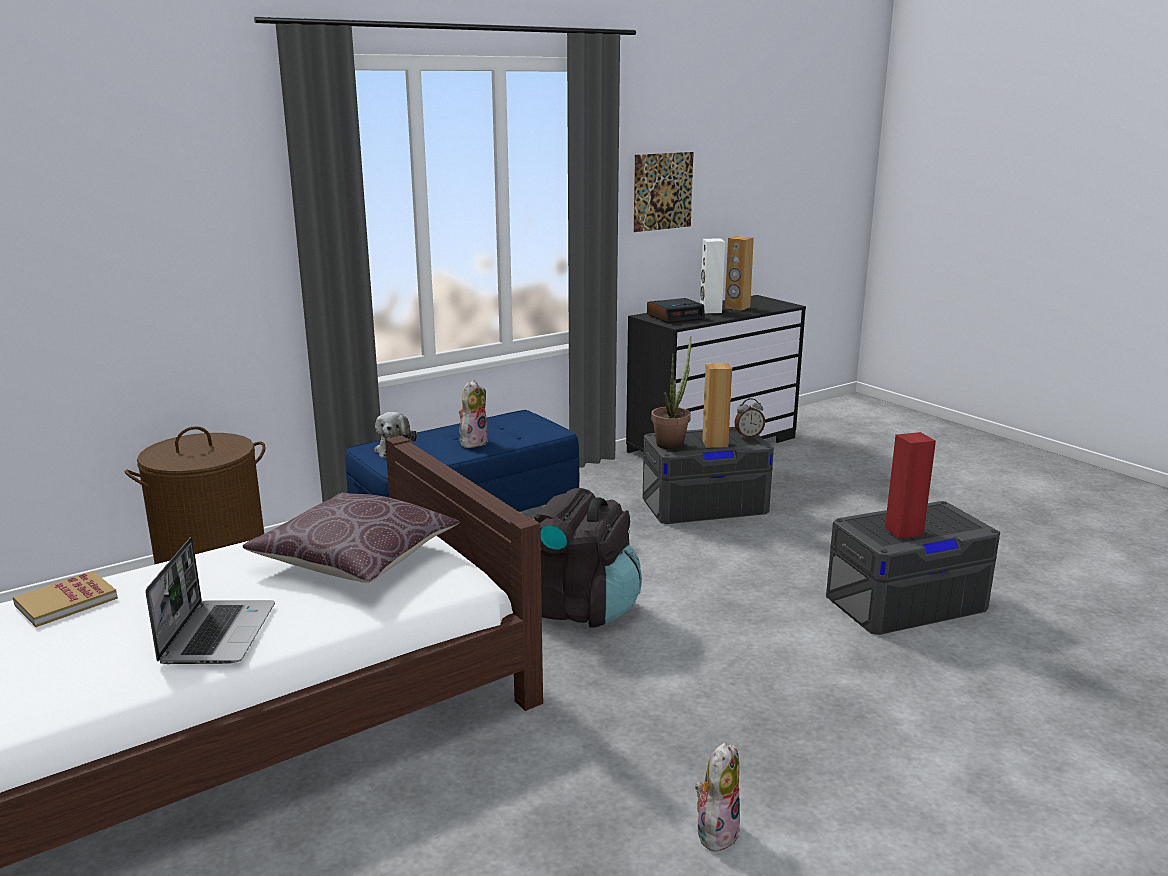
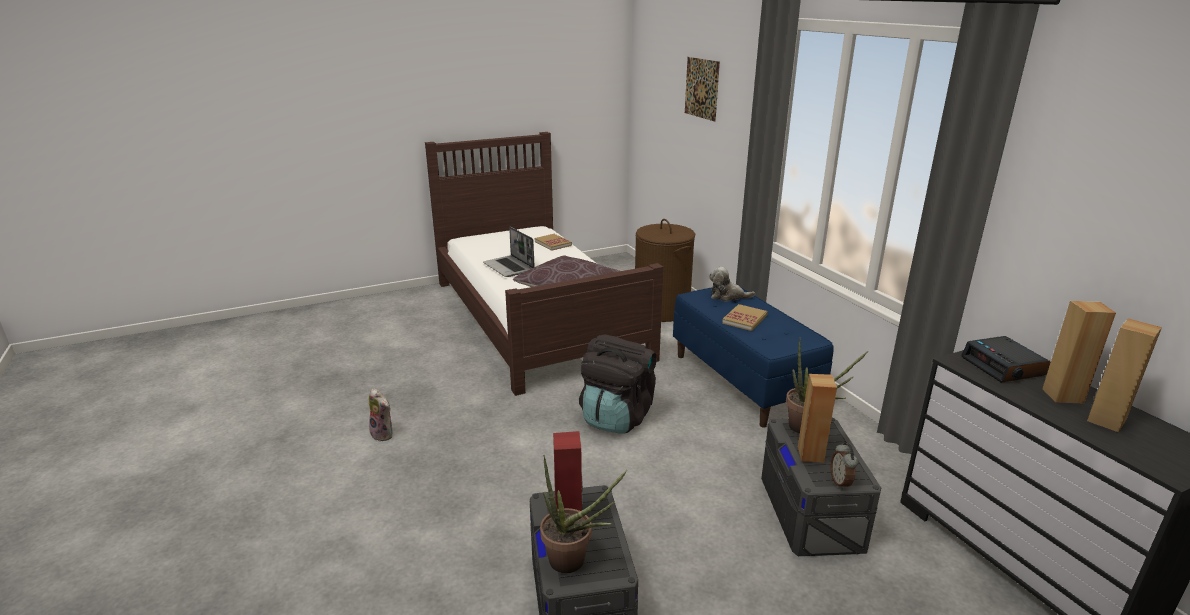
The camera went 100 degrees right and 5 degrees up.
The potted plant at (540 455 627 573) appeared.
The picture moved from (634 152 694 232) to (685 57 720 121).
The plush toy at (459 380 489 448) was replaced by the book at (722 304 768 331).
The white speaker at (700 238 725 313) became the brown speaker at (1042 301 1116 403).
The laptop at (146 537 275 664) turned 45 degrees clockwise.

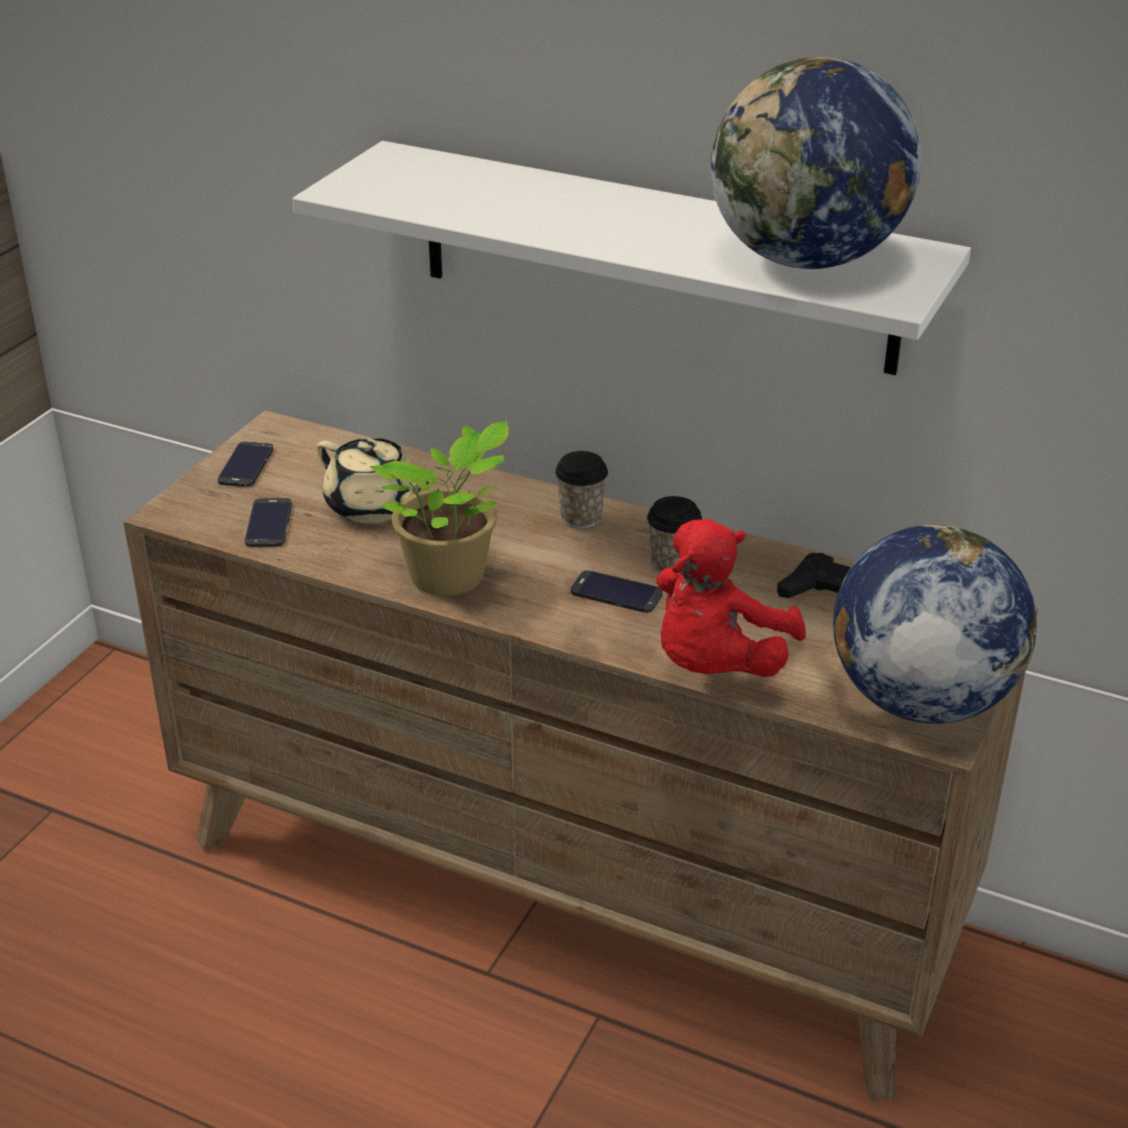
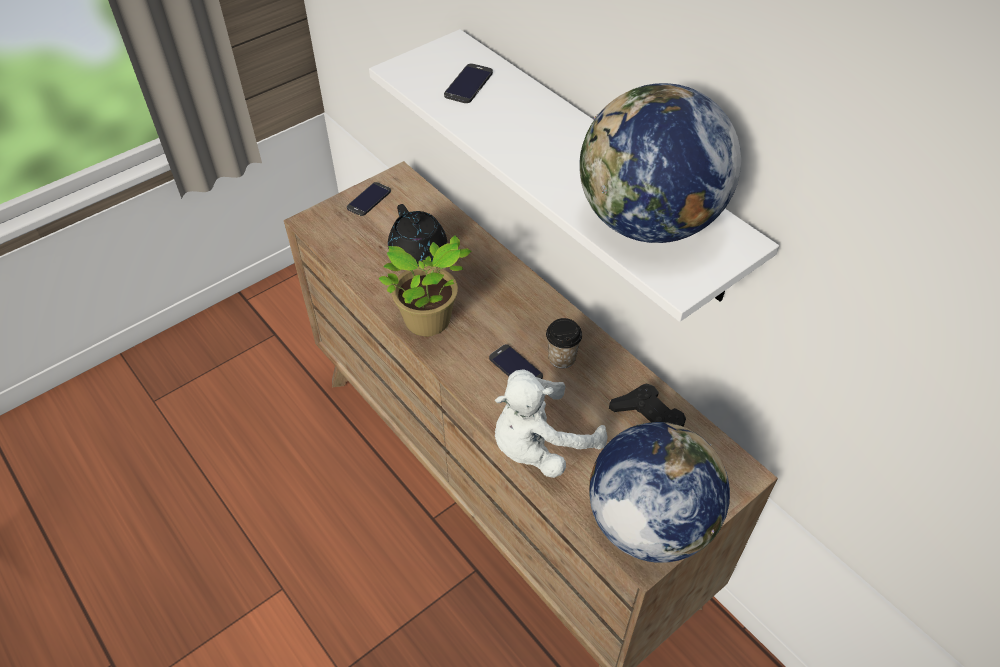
The camera went 25 degrees right and 15 degrees up.
The cup at (555 451 608 529) disappeared.
The phone moved from (245 498 292 547) to (444 63 493 103).
The beige teapot at (317 438 429 523) became the black teapot at (388 204 447 266).
The red plush toy at (656 518 806 677) became the white plush toy at (495 369 608 478).

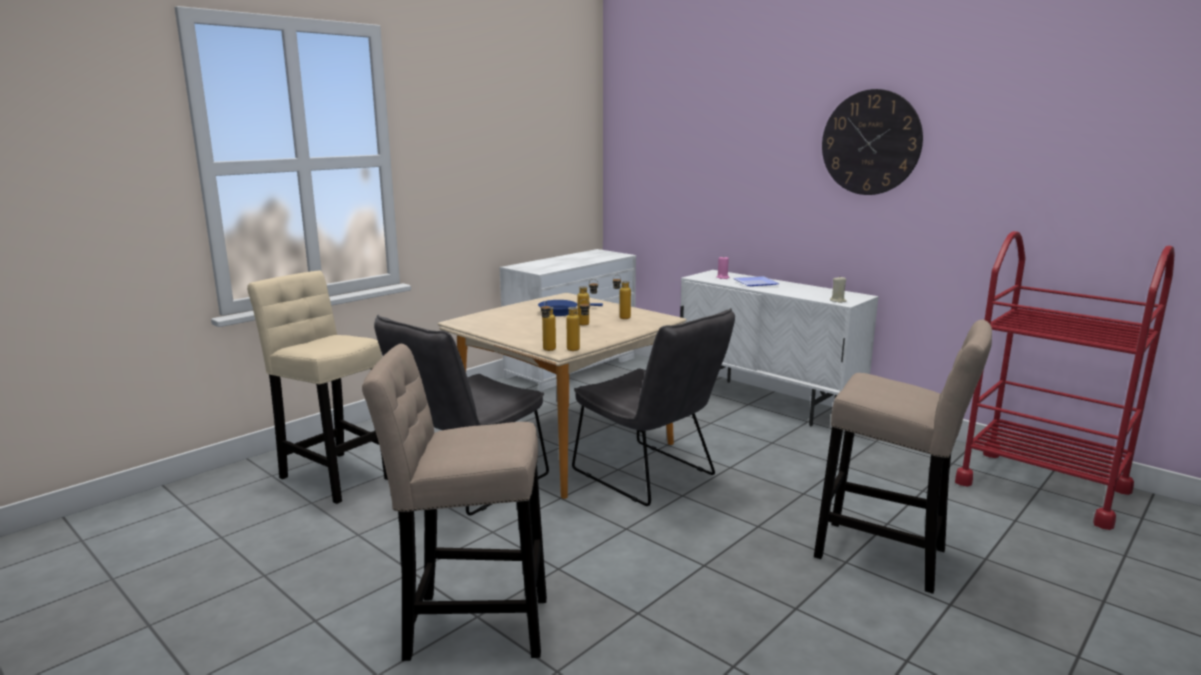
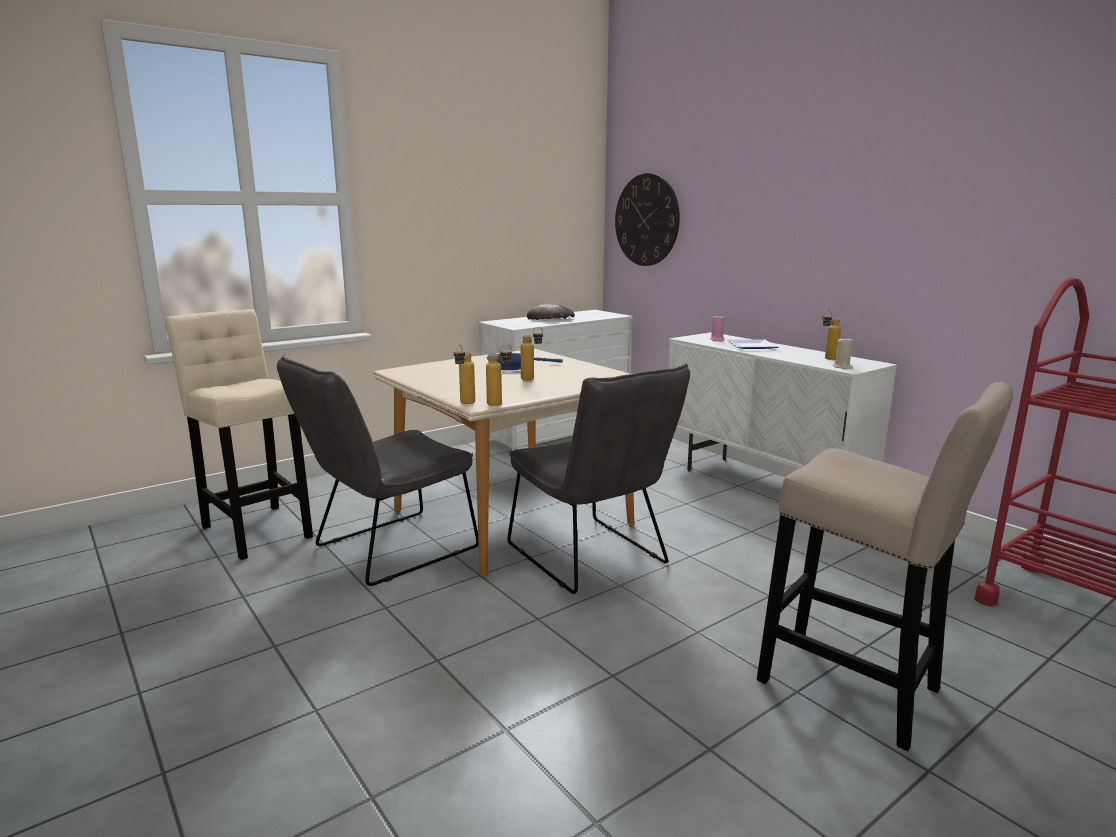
The camera went 10 degrees right and 0 degrees up.
The beige stool at (362 344 547 661) disappeared.
The bread at (527 303 575 320) appeared.
The bottle moved from (613 275 631 319) to (822 311 841 360).
The wall clock moved from (822 89 923 195) to (615 173 680 266).

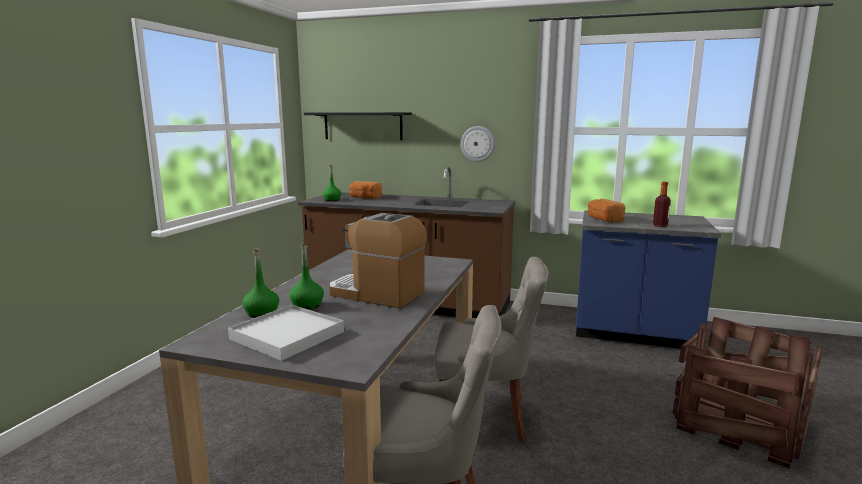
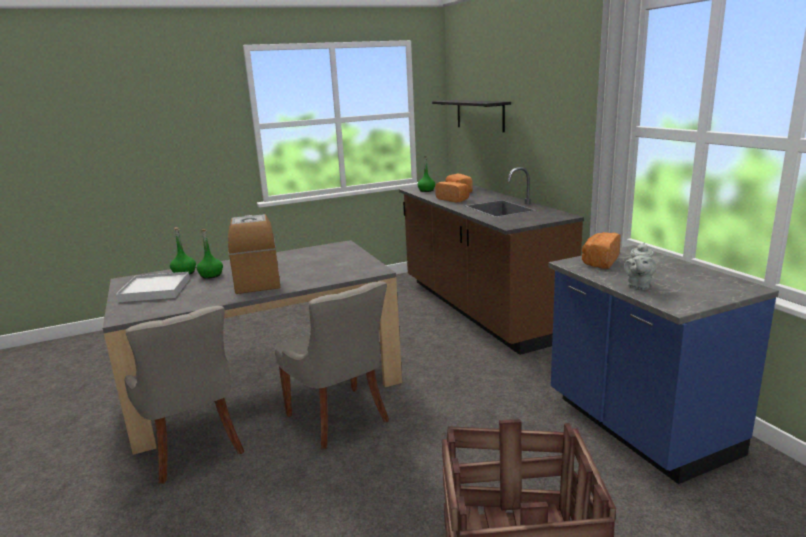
The camera went 50 degrees right and 5 degrees up.
The wall clock at (461 126 495 162) disappeared.
The bread at (435 182 469 202) appeared.
The bottle at (653 182 671 227) was replaced by the grey teapot at (624 243 657 290).

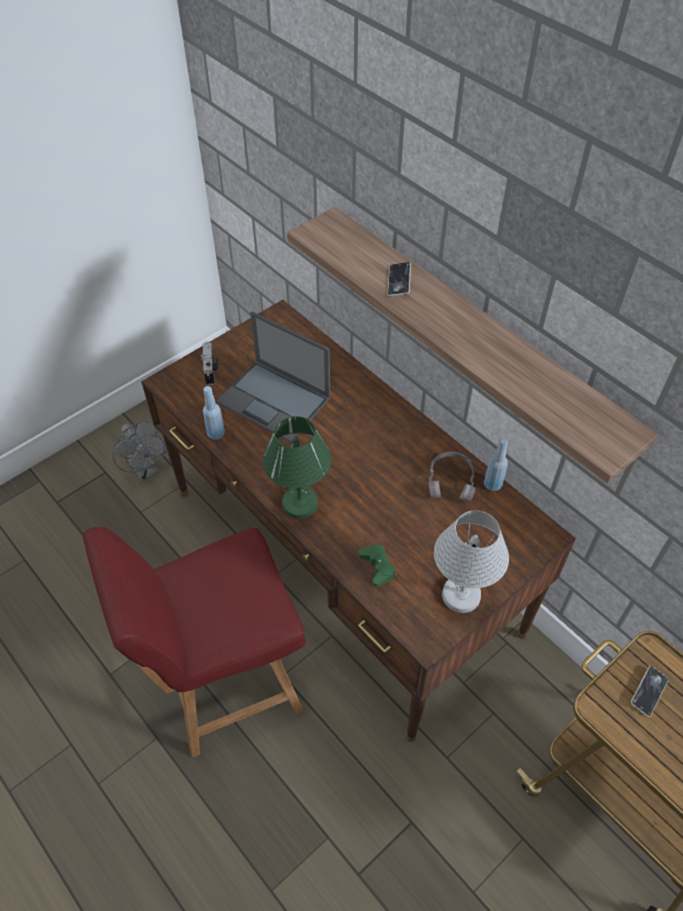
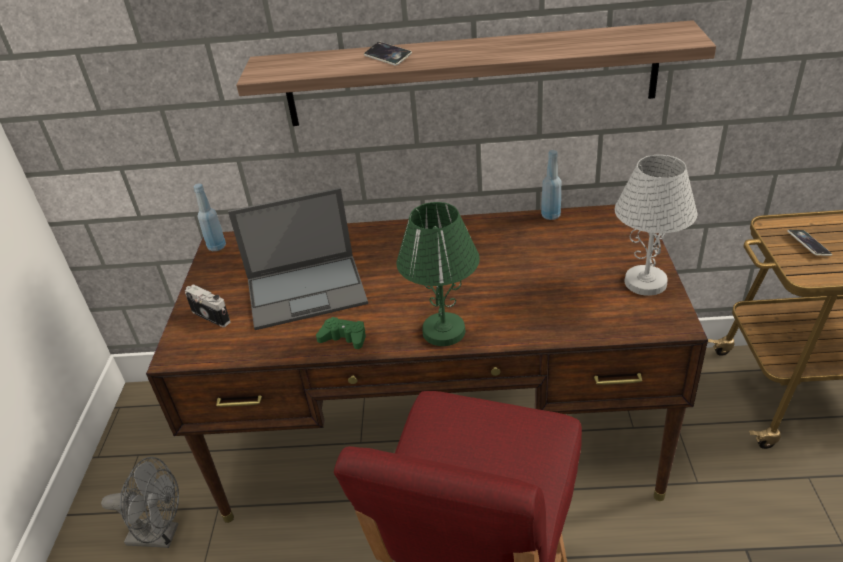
The camera went 45 degrees left and 15 degrees down.
The grey headphones at (429 452 476 503) disappeared.
The blue bottle moved from (203 386 225 440) to (194 183 226 251).
The green game controller moved from (358 544 396 587) to (316 317 366 349).

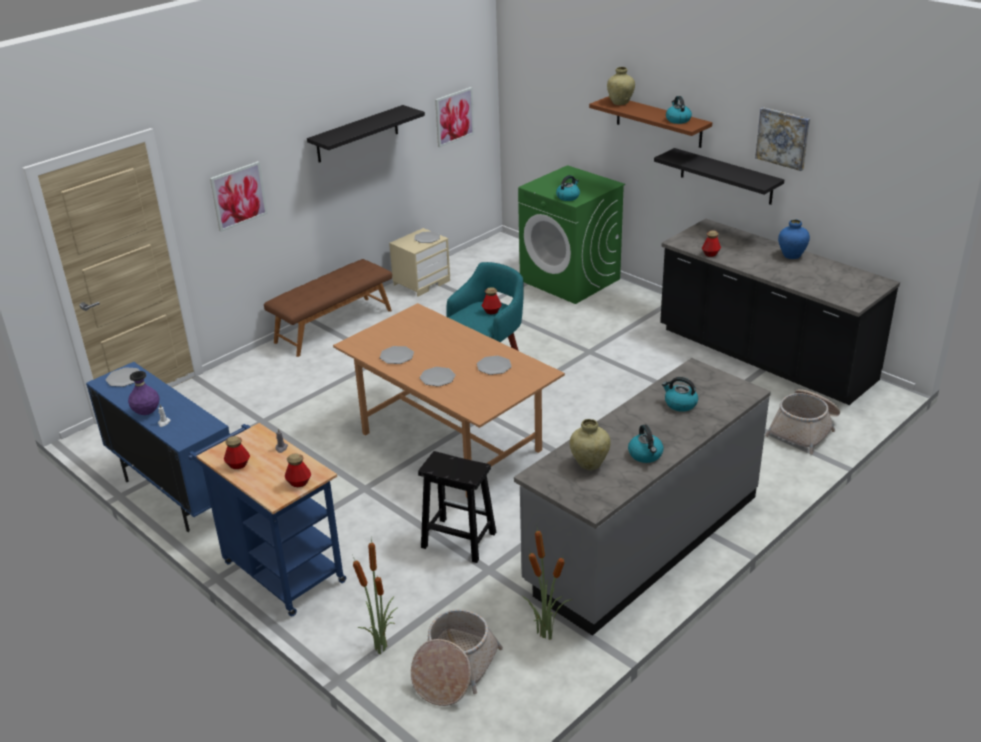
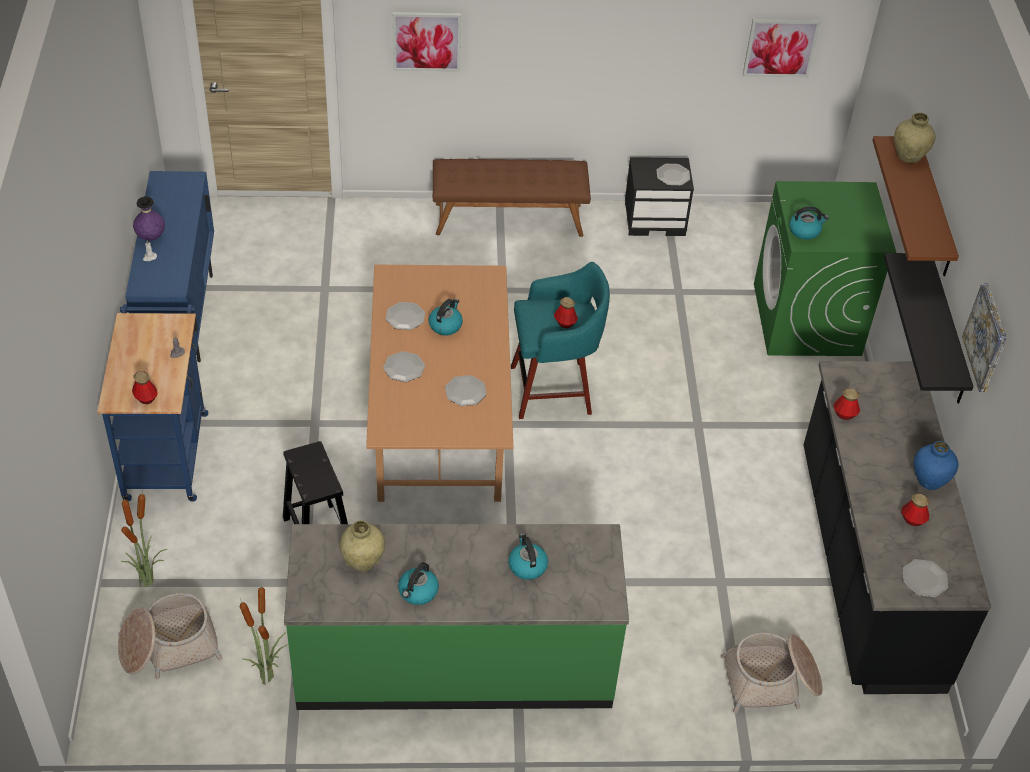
The camera went 40 degrees right and 15 degrees up.
The black shelf at (307 105 425 163) disappeared.
The plate moved from (105 367 140 387) to (903 559 948 598).
The bottle moved from (224 436 250 469) to (901 493 929 526).
The kettle moved from (666 96 692 124) to (428 299 463 335).
The beige nightstand at (389 228 450 297) became the black nightstand at (625 157 694 236).
The grey counter at (514 358 771 636) became the green counter at (284 524 629 710).

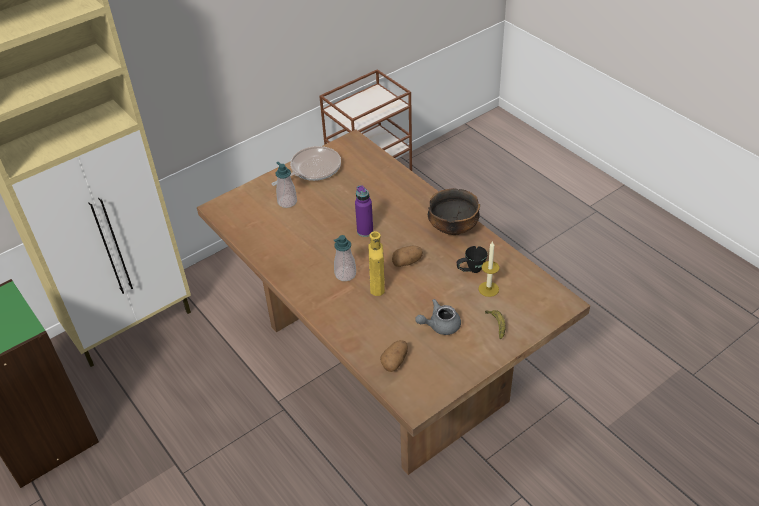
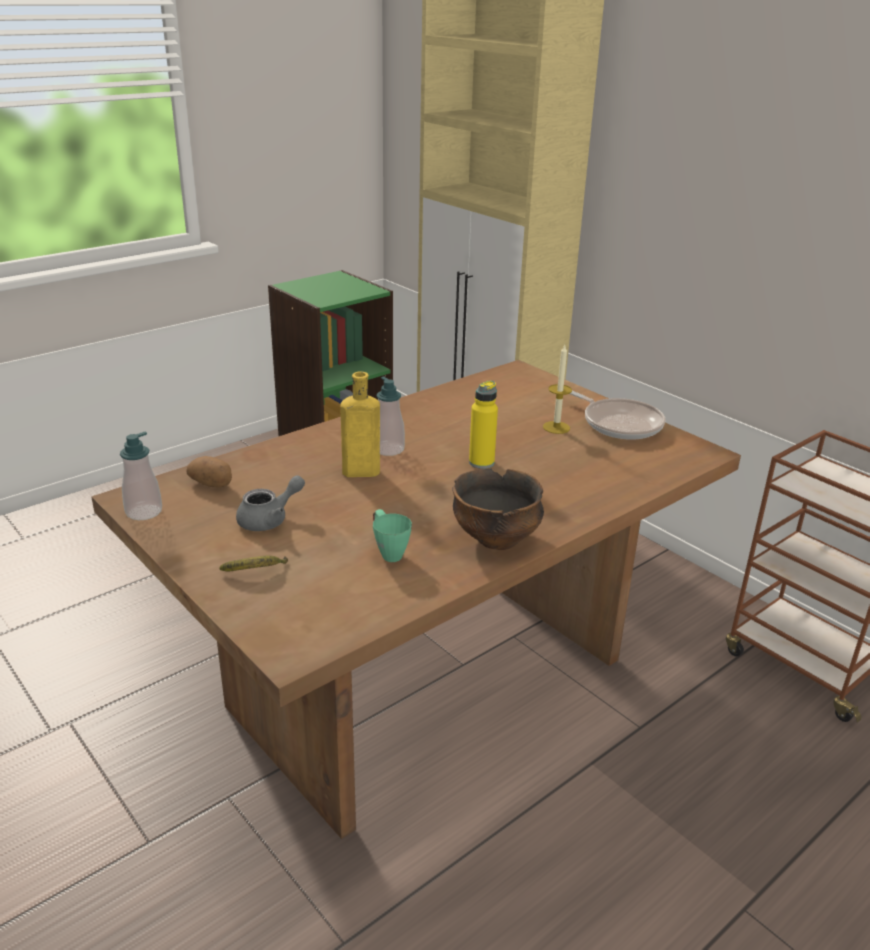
The camera went 85 degrees right and 15 degrees down.
The potato at (392 246 423 267) disappeared.
The soap dispenser moved from (276 162 297 208) to (120 432 162 520).
The candle moved from (478 241 499 297) to (543 345 572 434).
The purple bottle at (355 185 373 237) became the yellow bottle at (469 381 498 469).
The black mug at (457 246 487 273) became the green mug at (373 509 412 562).
The grey teapot at (415 299 461 335) turned 75 degrees clockwise.

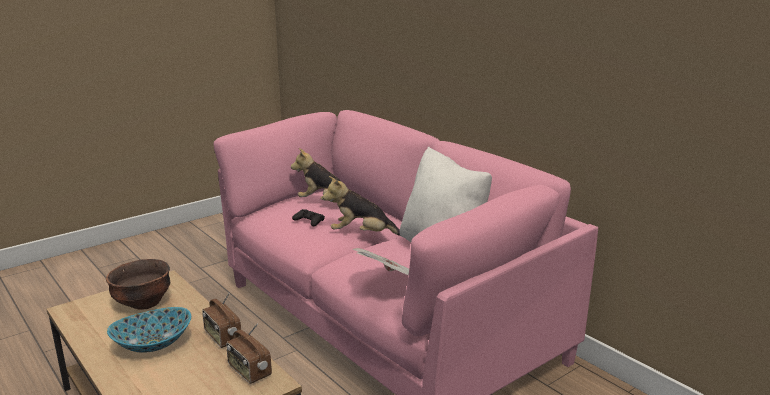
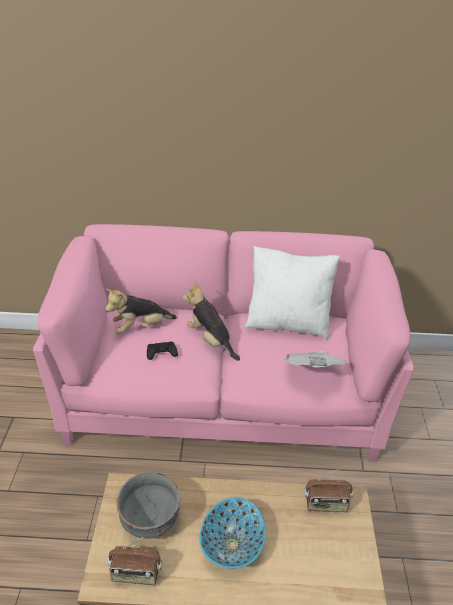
The camera went 50 degrees left and 15 degrees up.
The radio moved from (202 293 241 348) to (108 537 162 586).
The brown bowl at (106 259 170 309) became the grey bowl at (117 472 180 539).
The plush toy at (322 176 400 236) turned 90 degrees clockwise.

